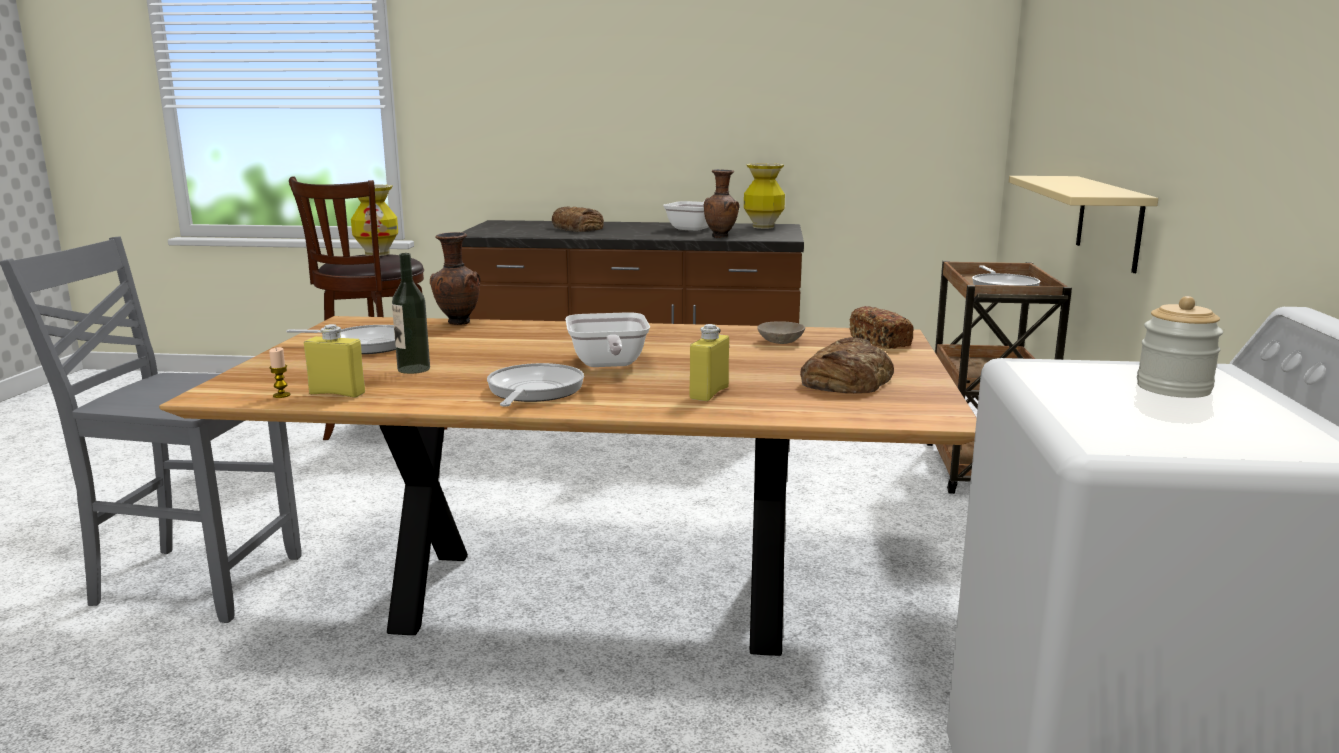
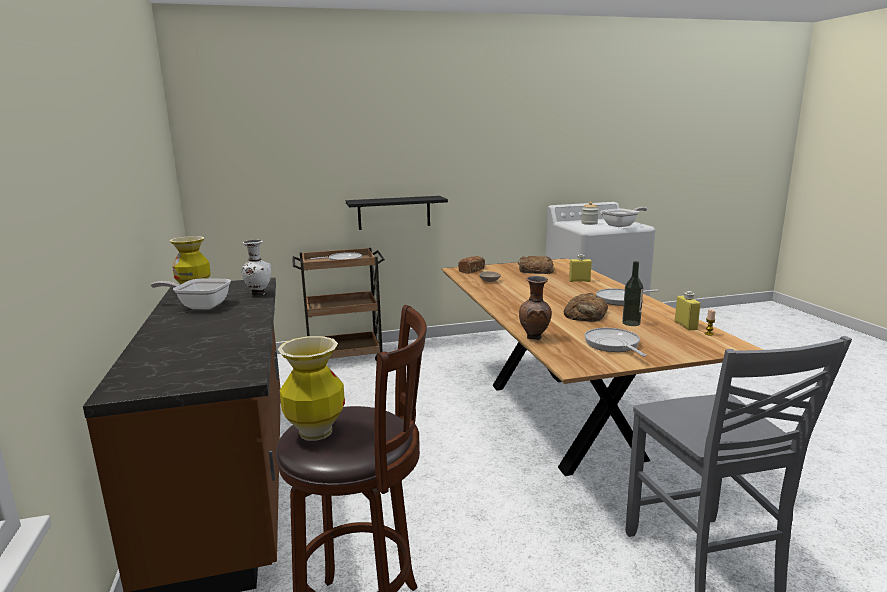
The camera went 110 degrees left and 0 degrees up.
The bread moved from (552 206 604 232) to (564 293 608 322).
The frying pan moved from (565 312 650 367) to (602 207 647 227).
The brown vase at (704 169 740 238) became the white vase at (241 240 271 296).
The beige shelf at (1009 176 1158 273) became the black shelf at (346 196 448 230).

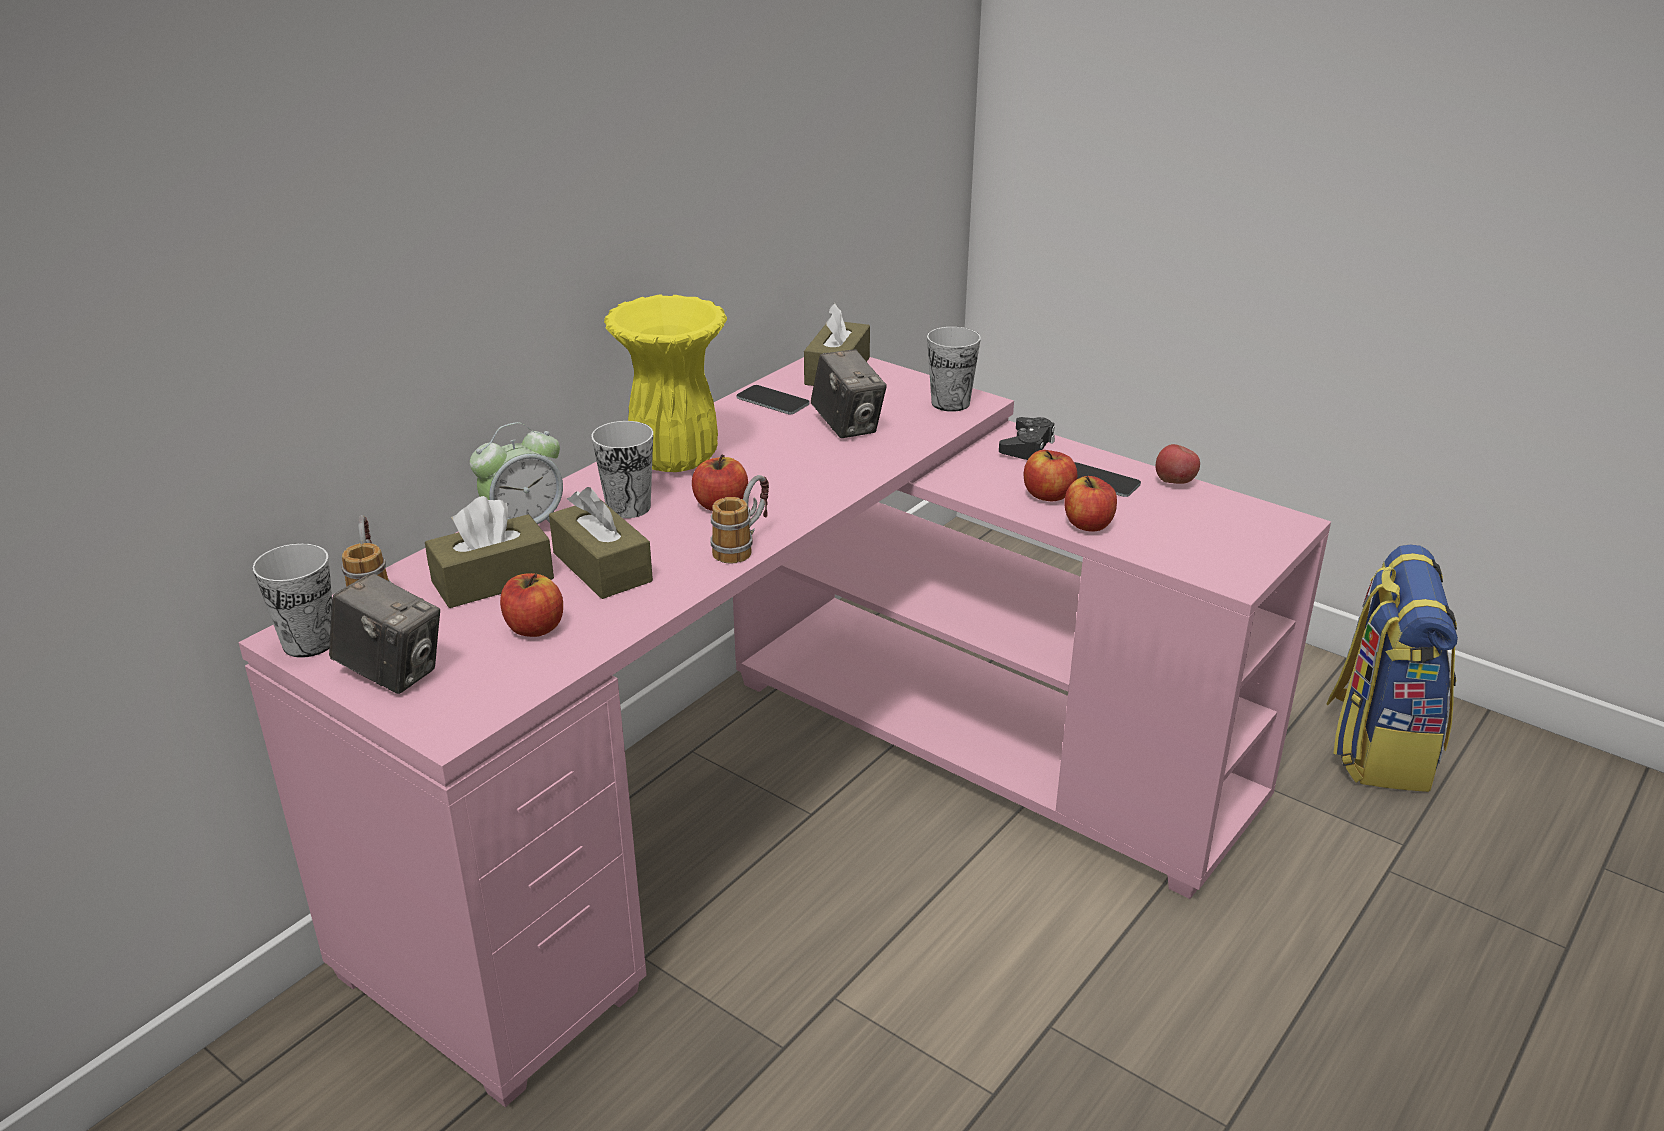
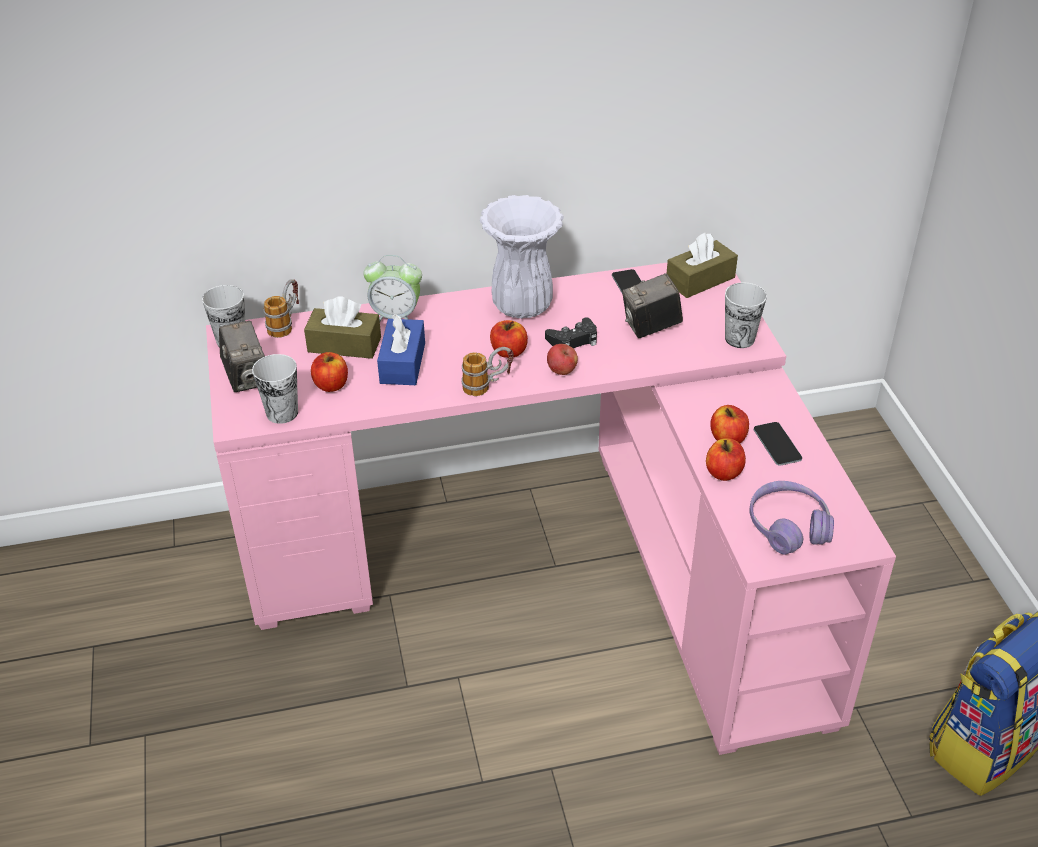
The camera went 40 degrees right and 10 degrees up.
The purple headphones at (749 481 834 555) appeared.
The cup moved from (591 421 653 518) to (252 354 298 424).
The black game controller moved from (999 417 1055 460) to (545 318 597 348).
The apple moved from (1156 444 1200 484) to (547 344 578 375).
The brown tissue box at (549 487 653 599) became the blue tissue box at (377 314 425 385).
The yellow vase at (604 295 727 472) became the white vase at (480 195 564 319).
The photo camera at (811 349 887 438) turned 60 degrees clockwise.

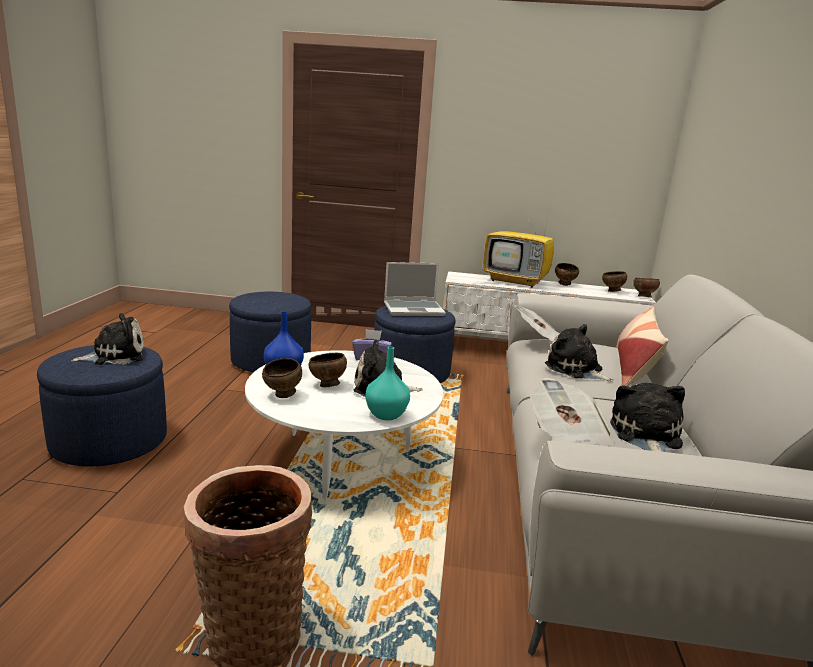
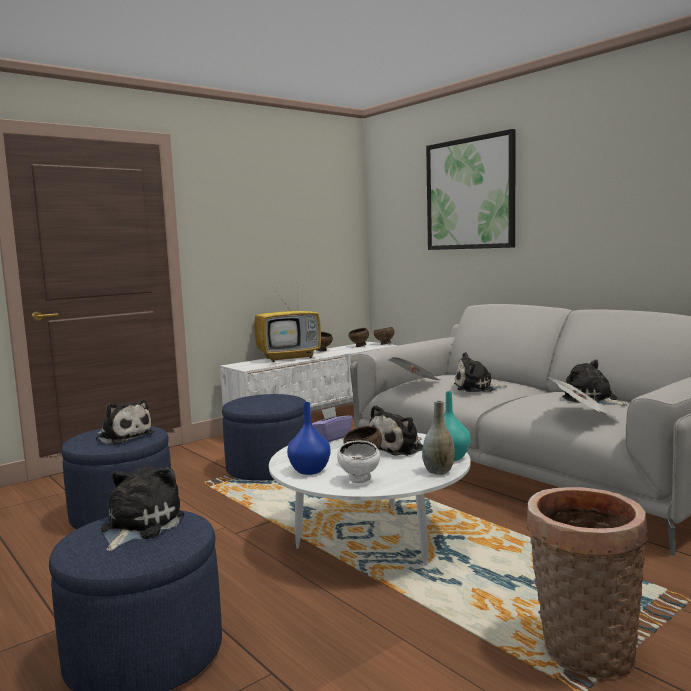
The camera went 45 degrees left and 10 degrees down.
The laptop at (384 262 446 316) disappeared.
The pillow at (616 307 669 386) disappeared.
The plush toy at (96 400 154 444) appeared.
The grey vase at (422 400 455 475) appeared.
The picture at (426 129 516 250) appeared.
The brown bowl at (262 358 302 398) became the white bowl at (337 440 380 483).

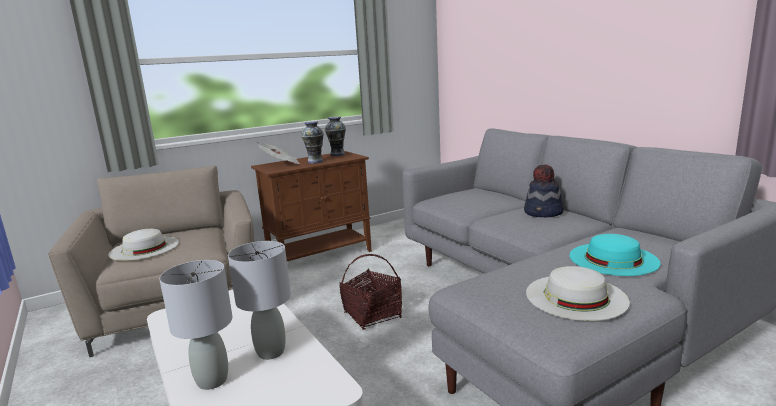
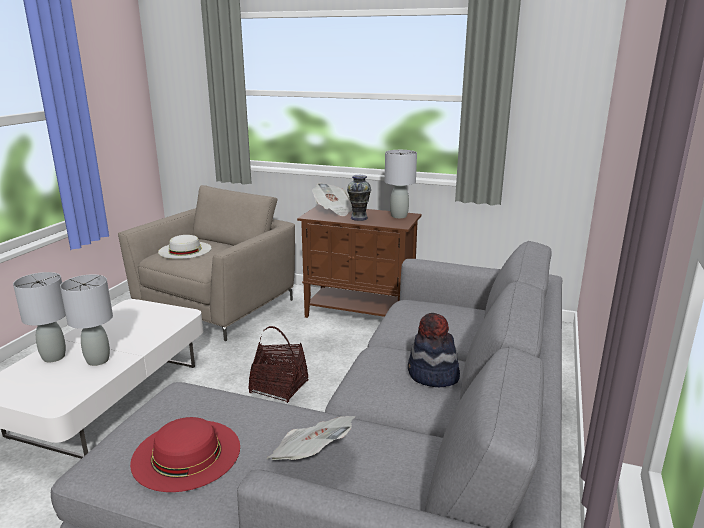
The camera went 50 degrees right and 5 degrees up.
The vase at (325 117 346 156) was replaced by the grey table lamp at (385 150 417 218).
The turquoise hat at (569 234 661 276) was replaced by the newspaper at (266 416 355 460).
The white hat at (526 266 630 321) became the red hat at (130 417 240 492).

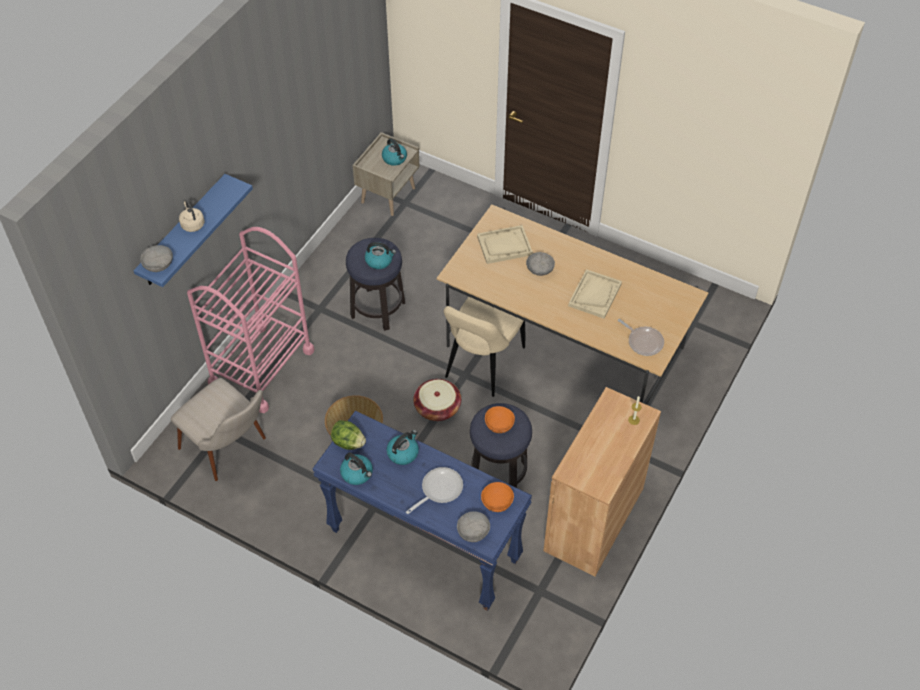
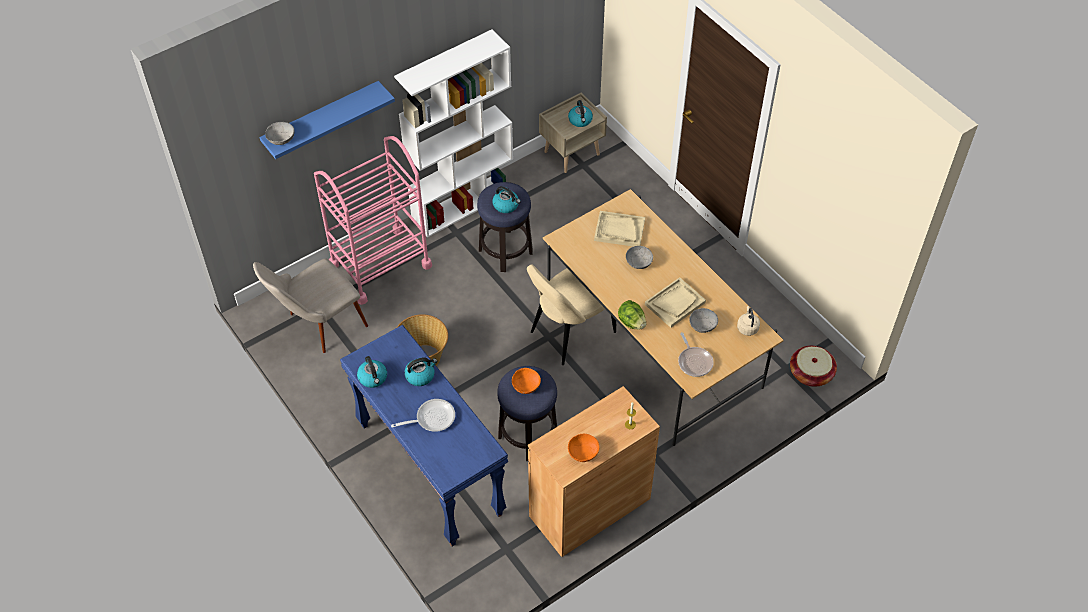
The camera went 25 degrees right and 0 degrees up.
The white bookcase at (394 29 513 238) appeared.
The beige kettle moved from (179 201 204 232) to (737 306 760 336).
The lettuce moved from (331 420 366 450) to (618 300 646 329).
The basket moved from (413 379 461 421) to (790 346 837 387).
The grey bowl moved from (457 511 490 542) to (689 308 718 333).
The orange bowl moved from (481 482 514 512) to (568 434 600 462).
The beige chair at (171 378 266 481) turned 75 degrees clockwise.

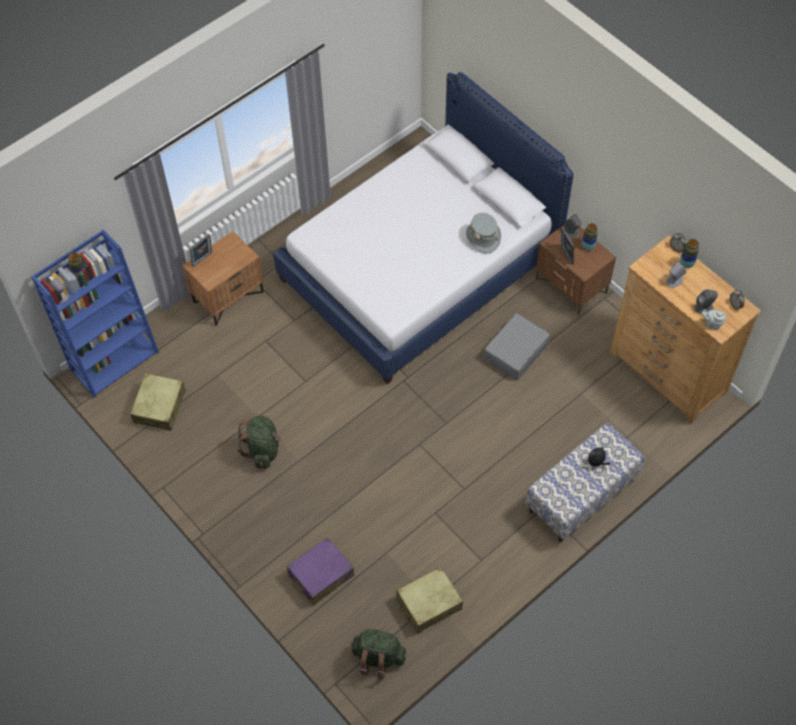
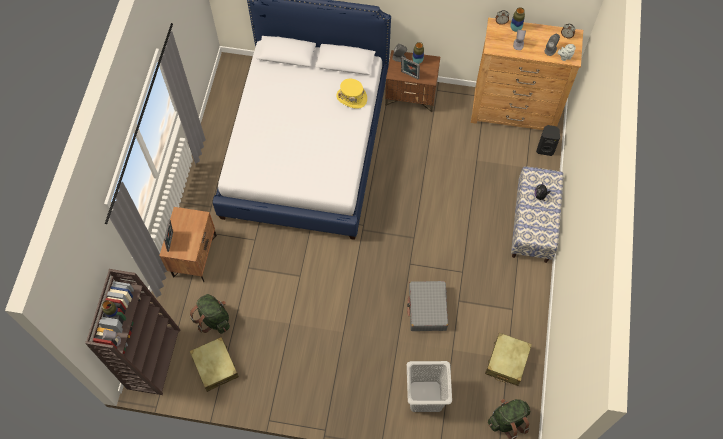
The camera went 40 degrees left and 5 degrees up.
The black speaker at (536 125 560 156) appeared.
The green backpack moved from (237 416 282 469) to (190 294 230 334).
The grey suitcase moved from (483 313 550 380) to (407 281 448 331).
The purple suitcase at (287 537 354 605) was replaced by the grey laundry basket at (407 361 452 412).
The blue bookcase at (31 229 159 398) became the brown bookcase at (85 269 180 395).
The grey hat at (466 213 501 253) became the yellow hat at (336 79 367 109).

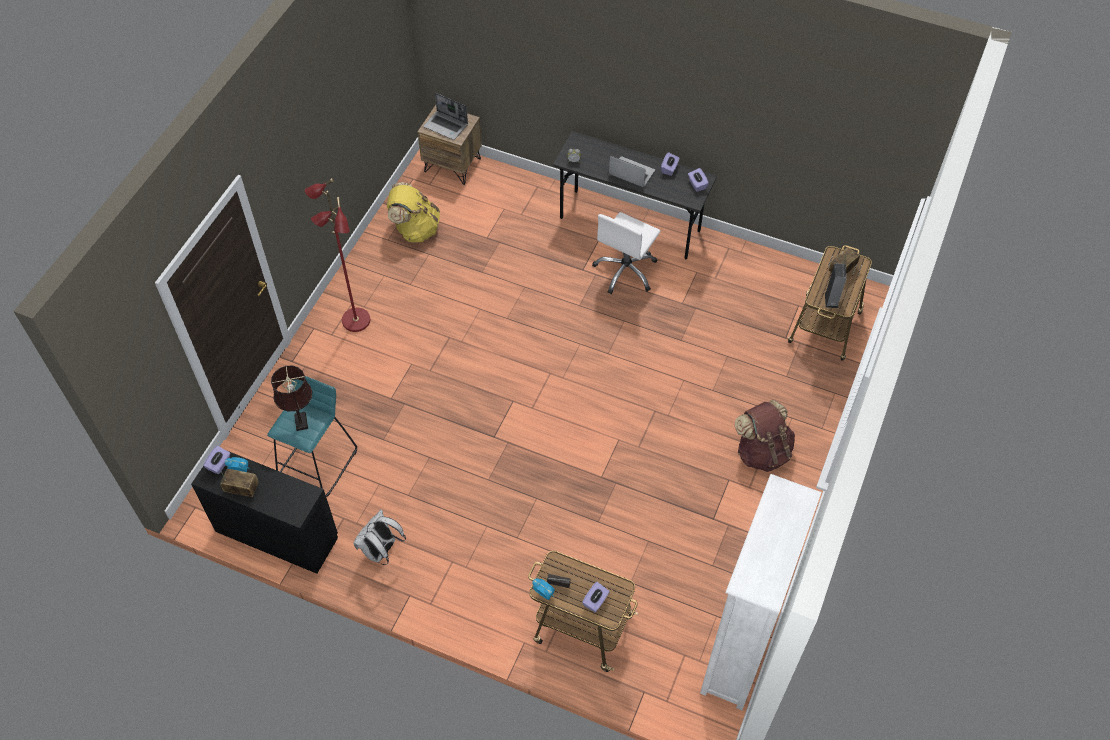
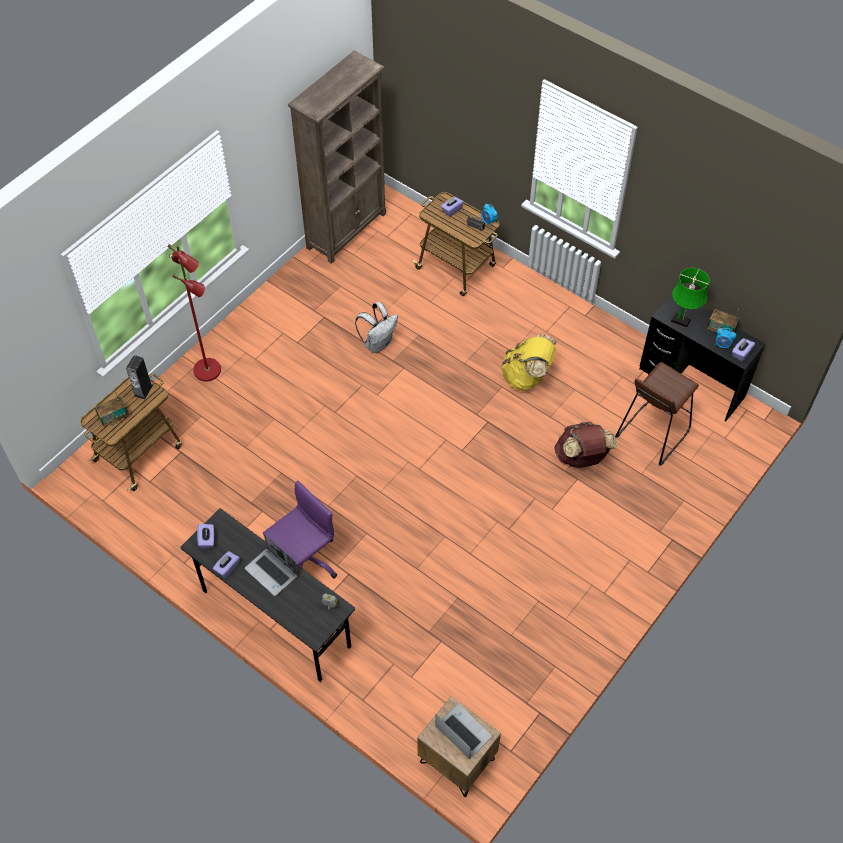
The camera went 165 degrees left and 0 degrees up.
The brown table lamp at (271 366 313 431) disappeared.
The green table lamp at (670 268 710 328) appeared.
The red floor lamp moved from (305 178 370 332) to (168 244 221 381).
The white backpack moved from (353 509 406 565) to (355 302 398 353).
The yellow backpack moved from (387 182 440 243) to (501 334 556 391).
The brown backpack moved from (735 399 795 472) to (554 422 617 468).
The turquoise stool at (267 376 357 497) became the brown stool at (615 362 699 466).
The white office chair at (592 212 661 294) became the purple office chair at (263 481 337 579).
The white bookcase at (700 474 821 710) became the brown bookcase at (288 51 386 264).

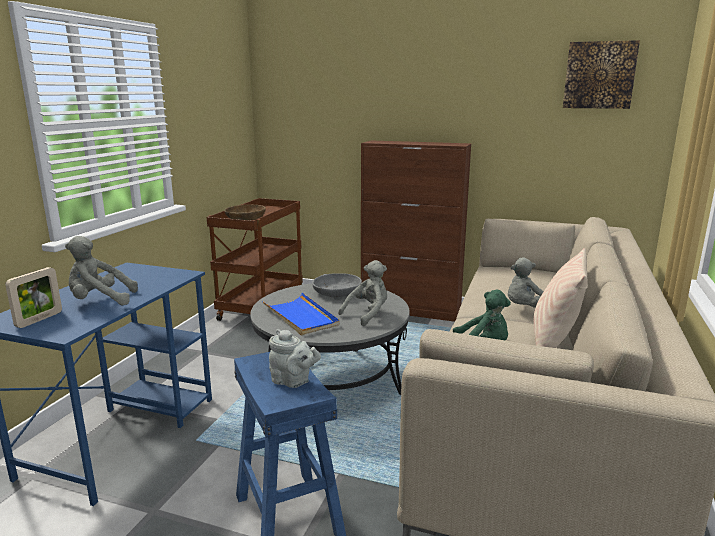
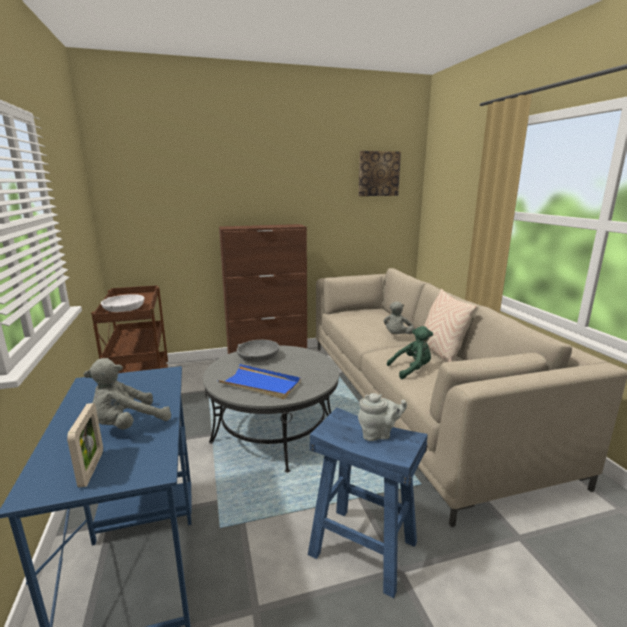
The camera went 35 degrees left and 0 degrees up.
The grey plush toy at (338 260 387 326) disappeared.
The brown bowl at (224 205 266 220) became the white bowl at (101 294 144 312).

